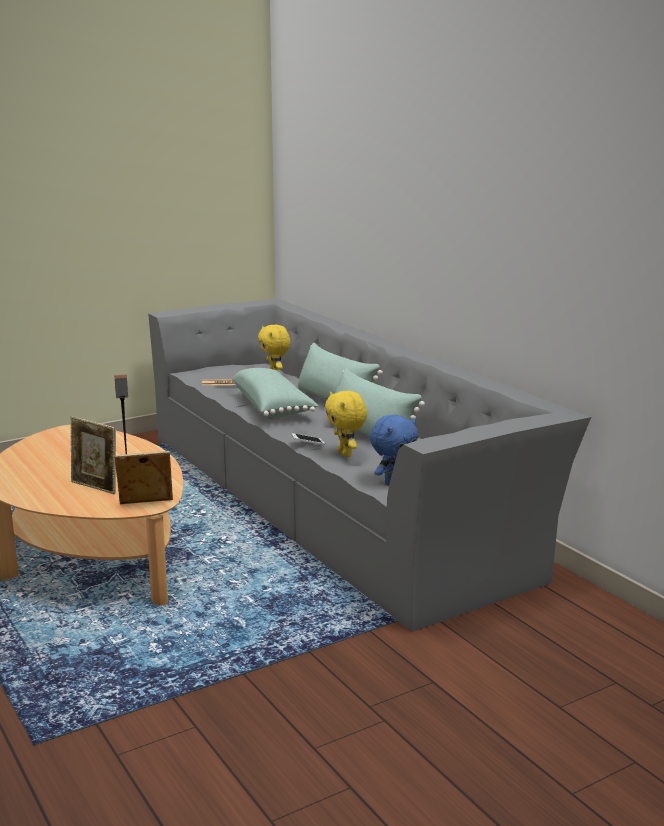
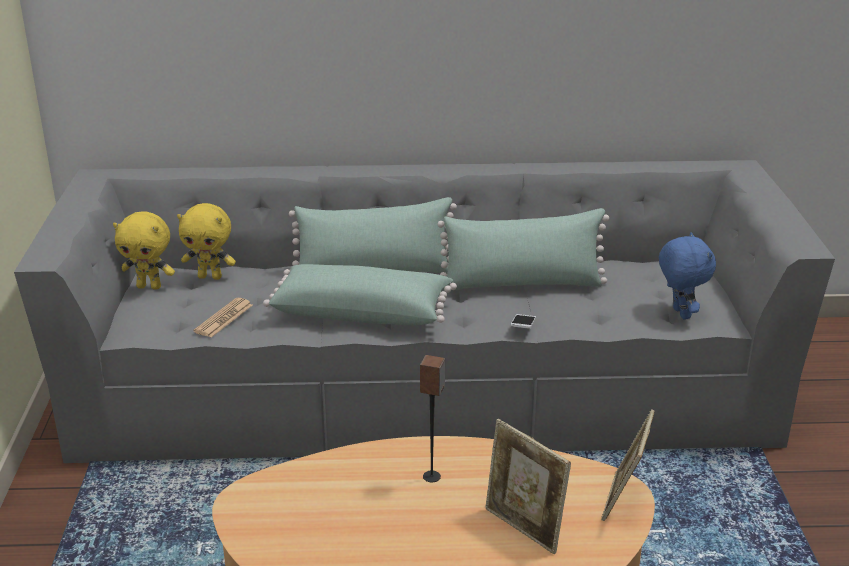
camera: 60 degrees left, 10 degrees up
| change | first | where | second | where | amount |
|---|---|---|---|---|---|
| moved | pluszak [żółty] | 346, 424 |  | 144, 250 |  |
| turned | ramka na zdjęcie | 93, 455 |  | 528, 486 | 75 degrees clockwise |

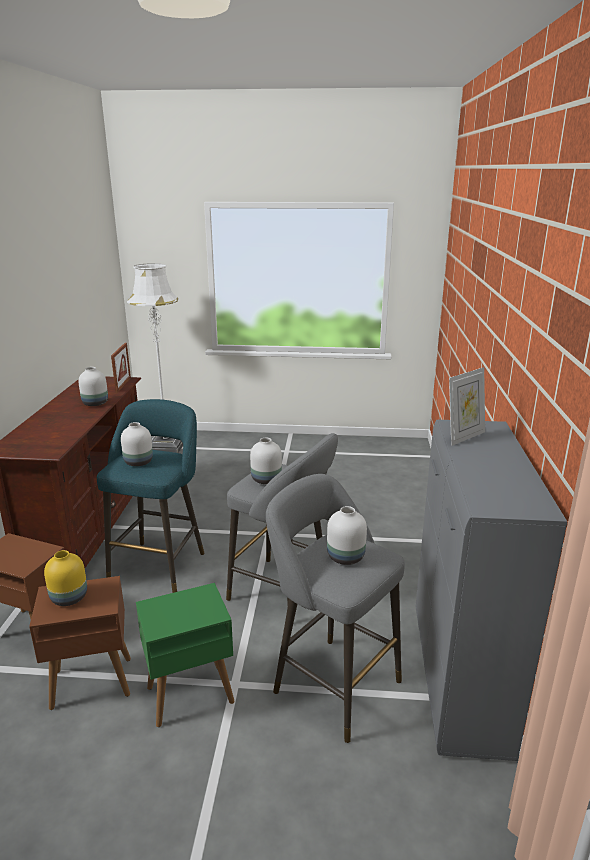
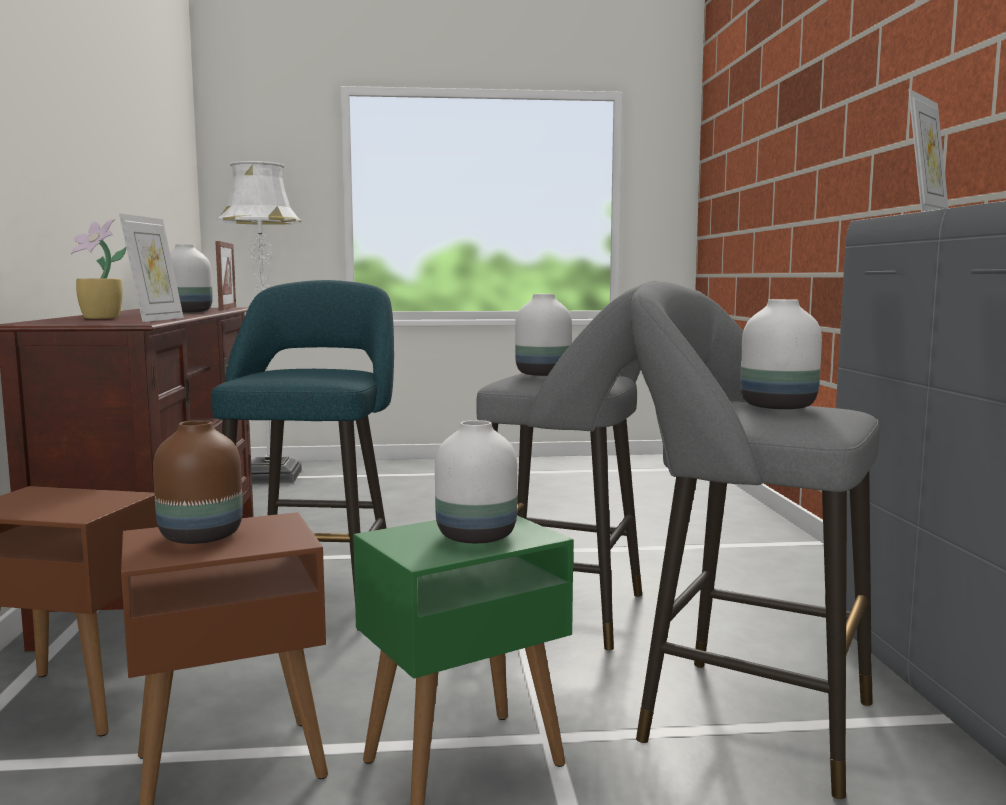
camera: 10 degrees left, 15 degrees down
| change | first | where | second | where | amount |
|---|---|---|---|---|---|
| moved | wazon [biały] | 137, 444 |  | 476, 481 |  |
| recoloured | wazon [żółty] | 65, 578 | wazon [brązowy] | 198, 482 |  |
| added |  |  | ramka na zdjęcie | 151, 267 |  |
| added |  |  | roślina doniczkowa | 98, 269 |  |

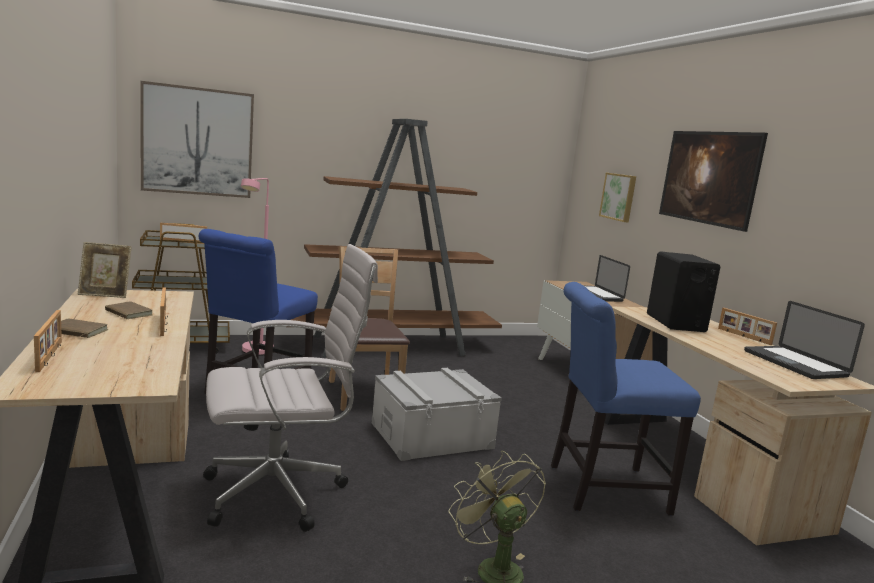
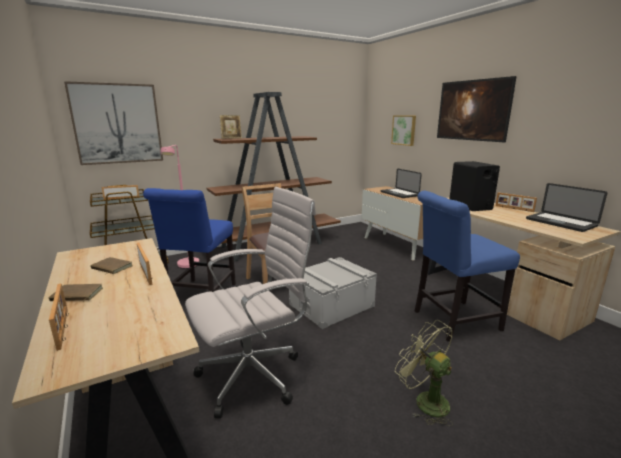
camera: 10 degrees left, 5 degrees up
| change | first | where | second | where | amount |
|---|---|---|---|---|---|
| moved | ramka na zdjęcie | 105, 270 |  | 231, 127 |  |

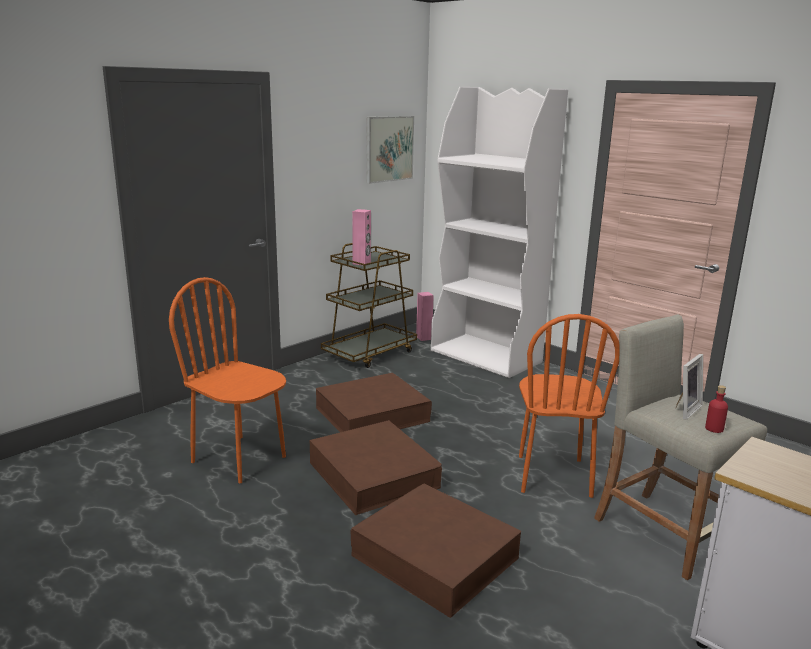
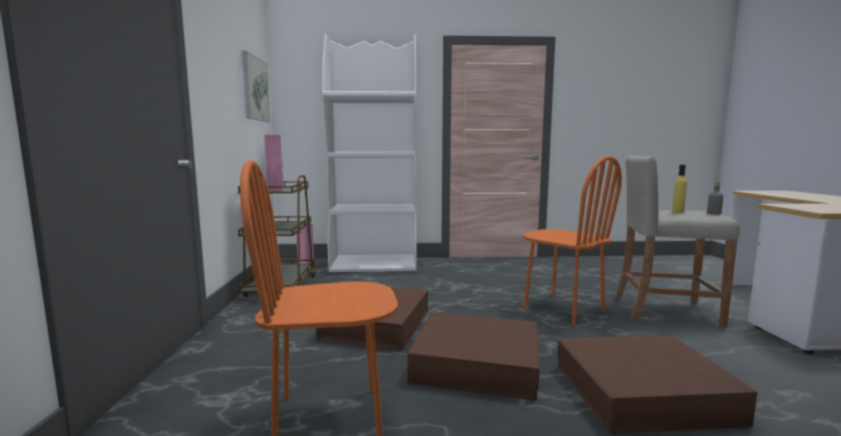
camera: 45 degrees left, 10 degrees down
| change | first | where | second | where | amount |
|---|---|---|---|---|---|
| replaced | ramka na zdjęcie | 689, 387 | butelka [żółty] | 679, 189 |  |
| recoloured | butelka [czerwony] | 716, 409 | butelka [szary] | 715, 198 |  |

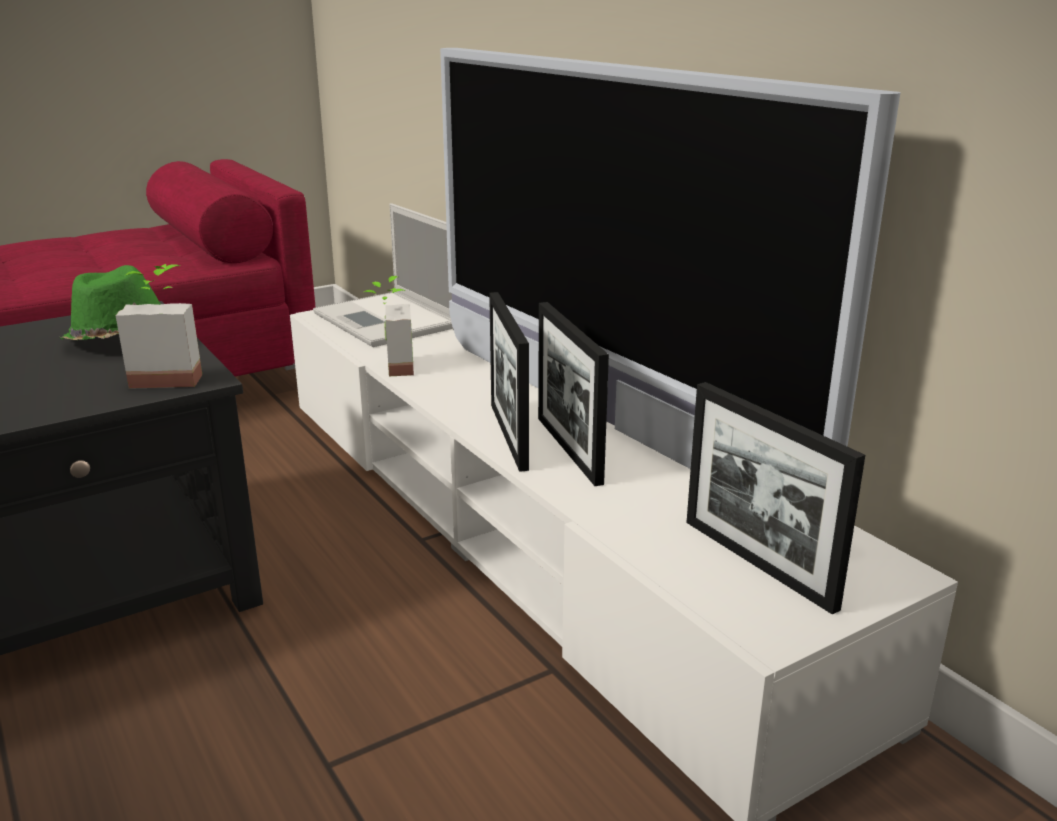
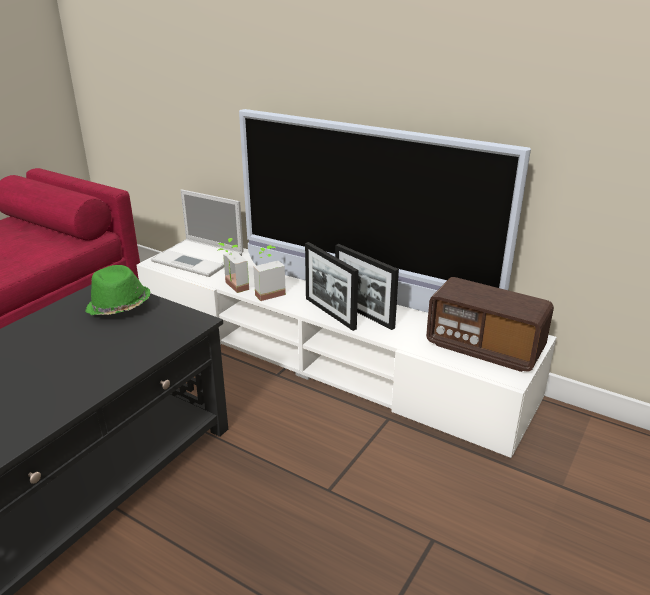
camera: 25 degrees left, 5 degrees up
| change | first | where | second | where | amount |
|---|---|---|---|---|---|
| moved | roślina doniczkowa | 159, 326 |  | 269, 273 |  |
| replaced | ramka na zdjęcie | 775, 498 | radio | 490, 324 |  |

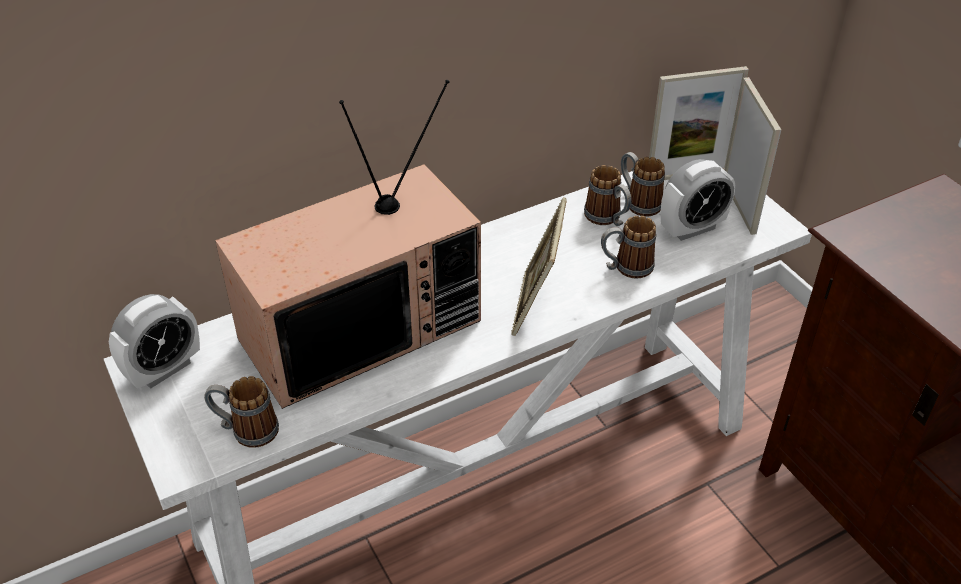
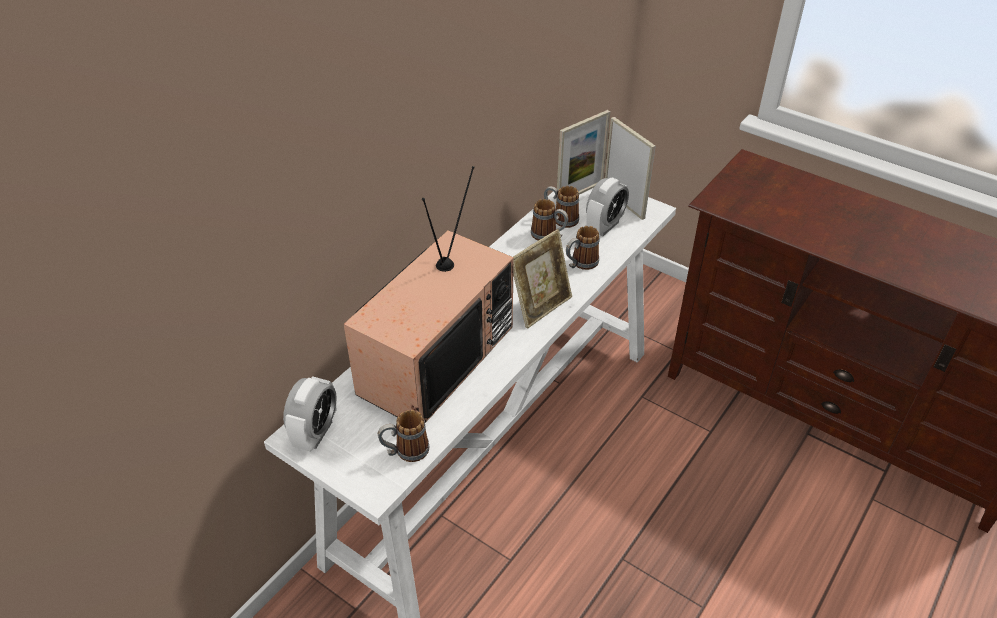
camera: 25 degrees left, 0 degrees up
| change | first | where | second | where | amount |
|---|---|---|---|---|---|
| turned | ramka na zdjęcie | 539, 266 |  | 542, 279 | 120 degrees counterclockwise |

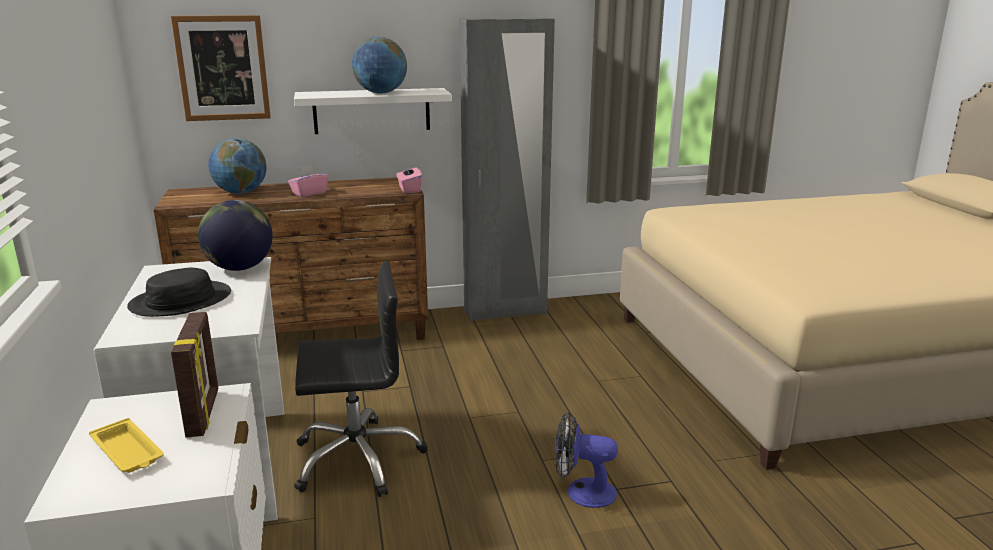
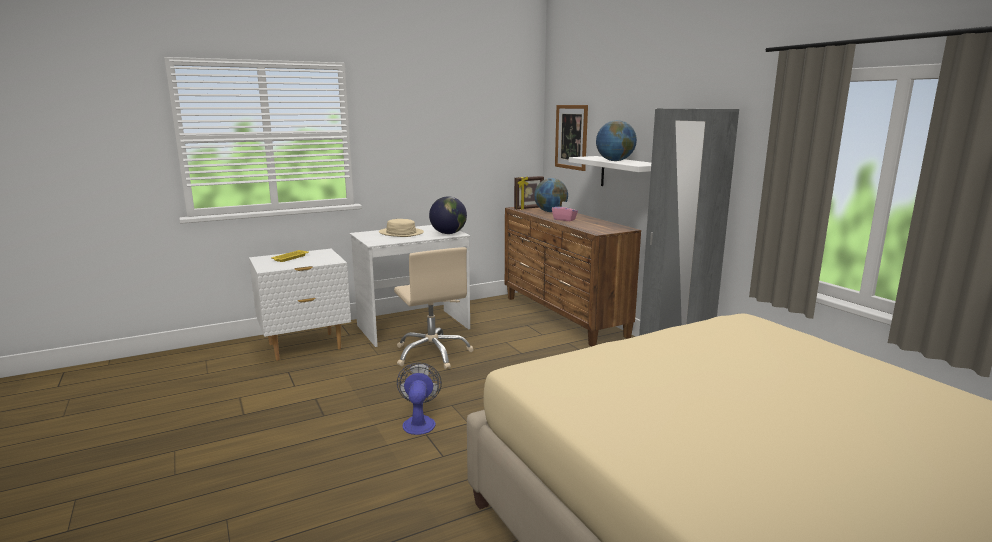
camera: 75 degrees right, 5 degrees down
| change | first | where | second | where | amount |
|---|---|---|---|---|---|
| removed | pudełko chusteczek [różowy] | 409, 177 |  |  |  |
| recoloured | krzesło biurowe [czarny] | 361, 379 | krzesło biurowe [beżowy] | 434, 308 |  |
| recoloured | kapelusz [czarny] | 179, 292 | kapelusz [beżowy] | 401, 228 |  |
| moved | ramka na zdjęcie | 194, 375 |  | 529, 193 |  |

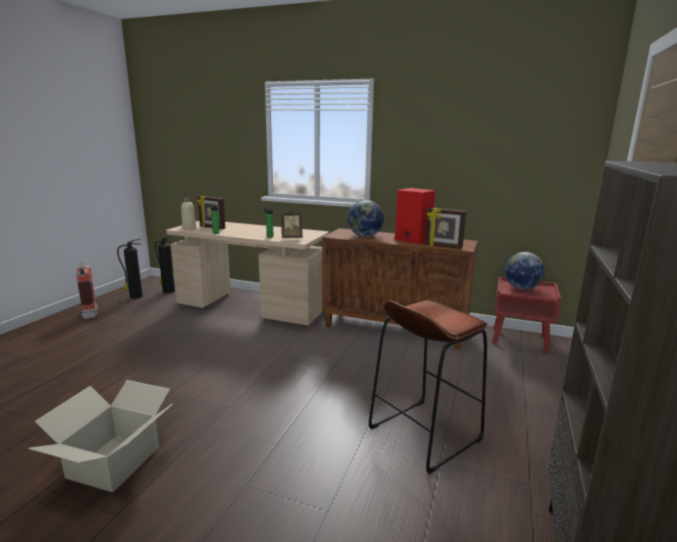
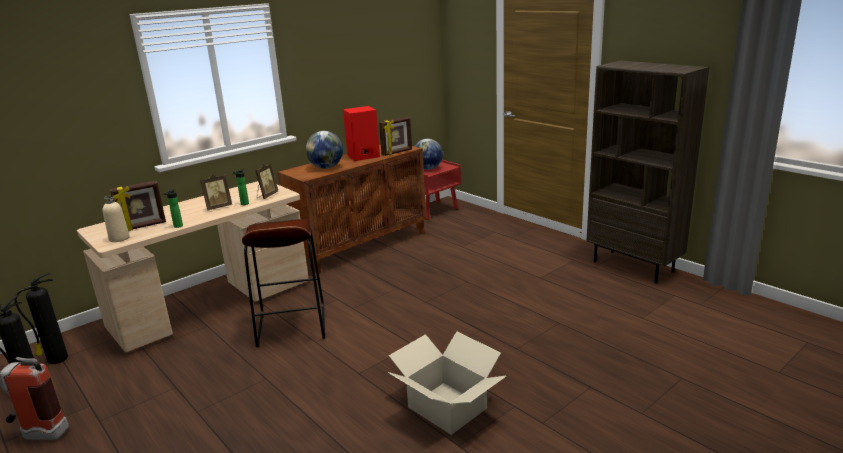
camera: 60 degrees left, 5 degrees up
| change | first | where | second | where | amount |
|---|---|---|---|---|---|
| moved | stołek [brązowy] | 428, 387 |  | 283, 283 |  |
| added |  |  | ramka na zdjęcie | 216, 192 |  |

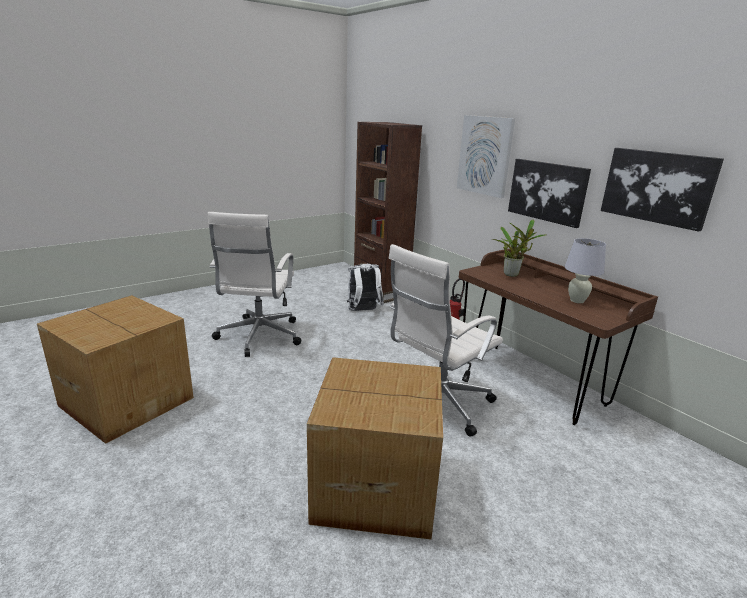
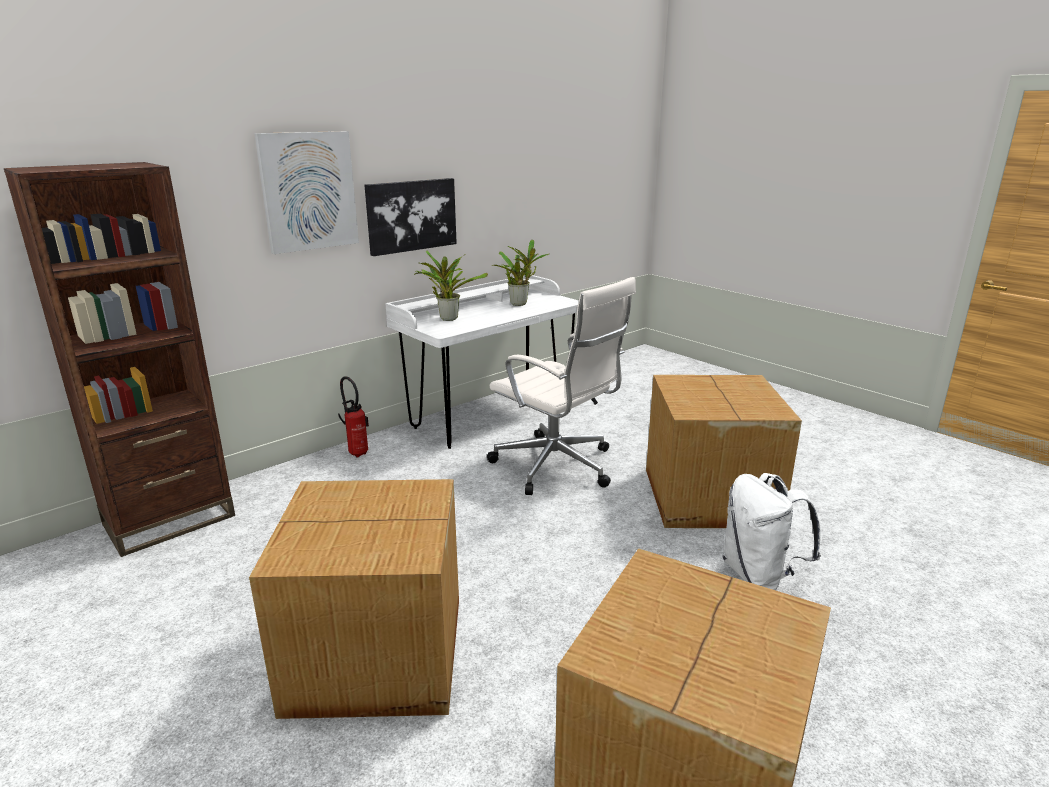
camera: 95 degrees left, 0 degrees up
| change | first | where | second | where | amount |
|---|---|---|---|---|---|
| removed | obraz | 662, 190 |  |  |  |
| replaced | krzesło biurowe [biały] | 254, 284 | karton | 354, 599 |  |
| replaced | lampa stołowa [biały] | 585, 270 | roślina doniczkowa | 520, 273 |  |
| recoloured | biurko [brązowy] | 558, 337 | biurko [biały] | 482, 362 |  |
| moved | plecak [biały] | 365, 287 |  | 772, 532 |  |

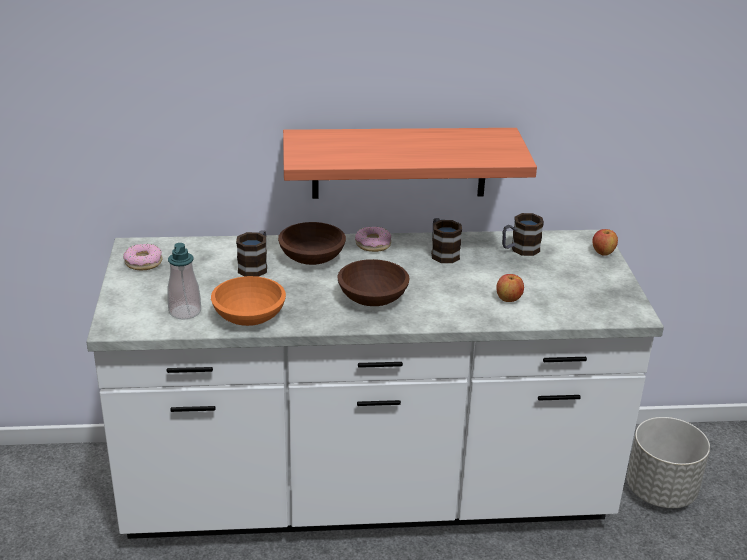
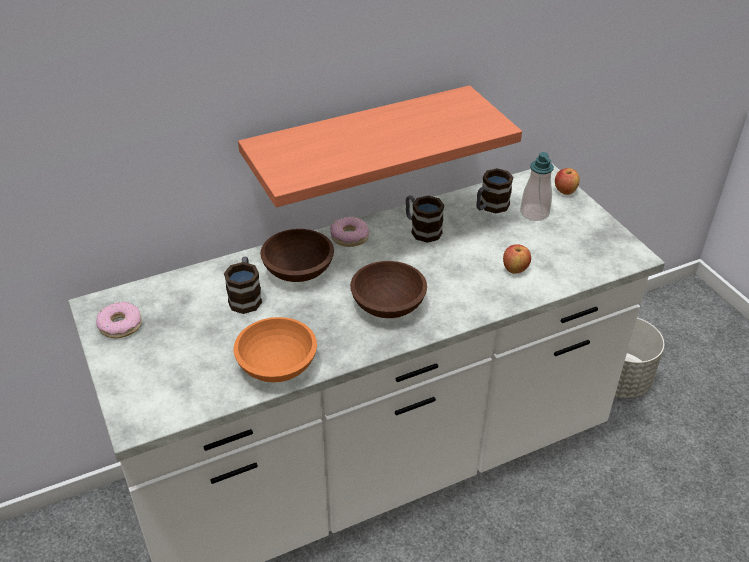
camera: 20 degrees left, 10 degrees up
| change | first | where | second | where | amount |
|---|---|---|---|---|---|
| moved | dozownik mydła | 184, 281 |  | 537, 186 |  |

